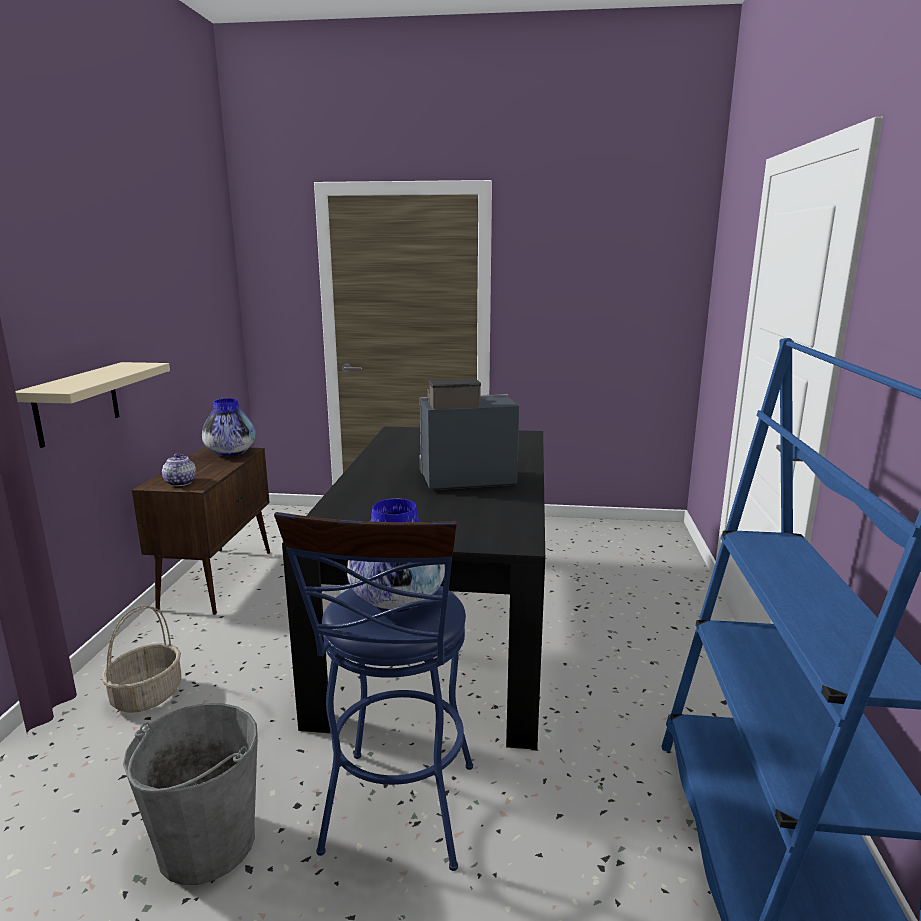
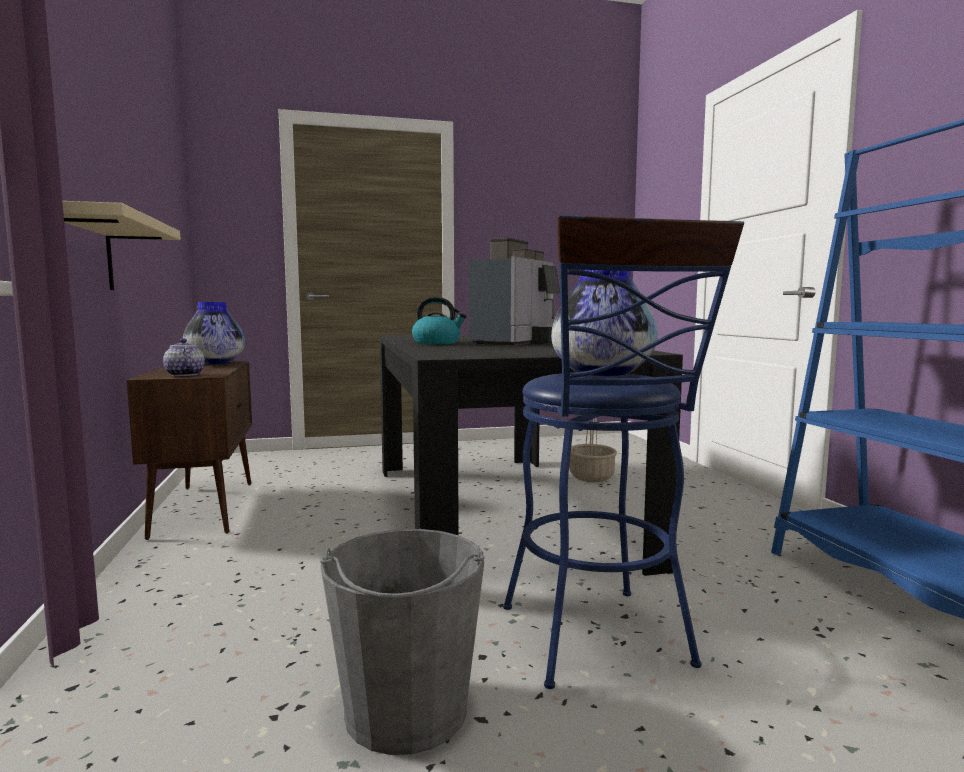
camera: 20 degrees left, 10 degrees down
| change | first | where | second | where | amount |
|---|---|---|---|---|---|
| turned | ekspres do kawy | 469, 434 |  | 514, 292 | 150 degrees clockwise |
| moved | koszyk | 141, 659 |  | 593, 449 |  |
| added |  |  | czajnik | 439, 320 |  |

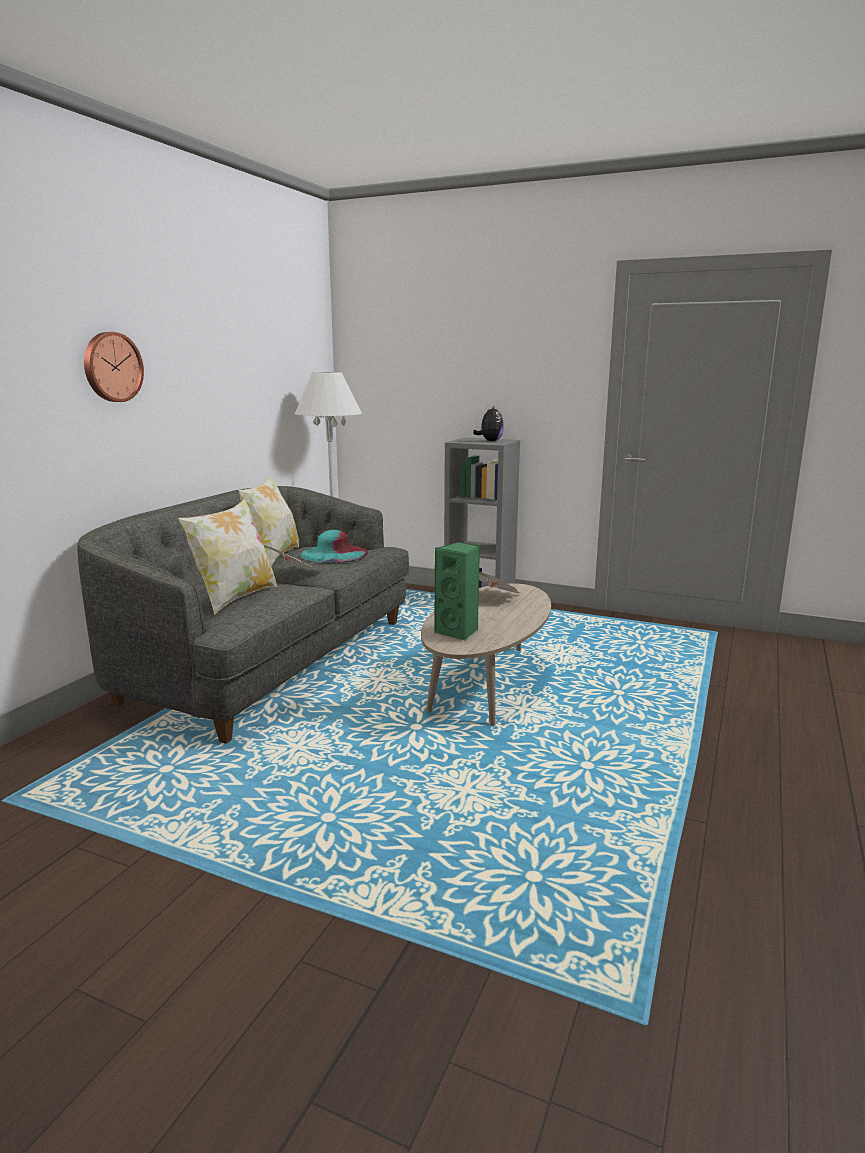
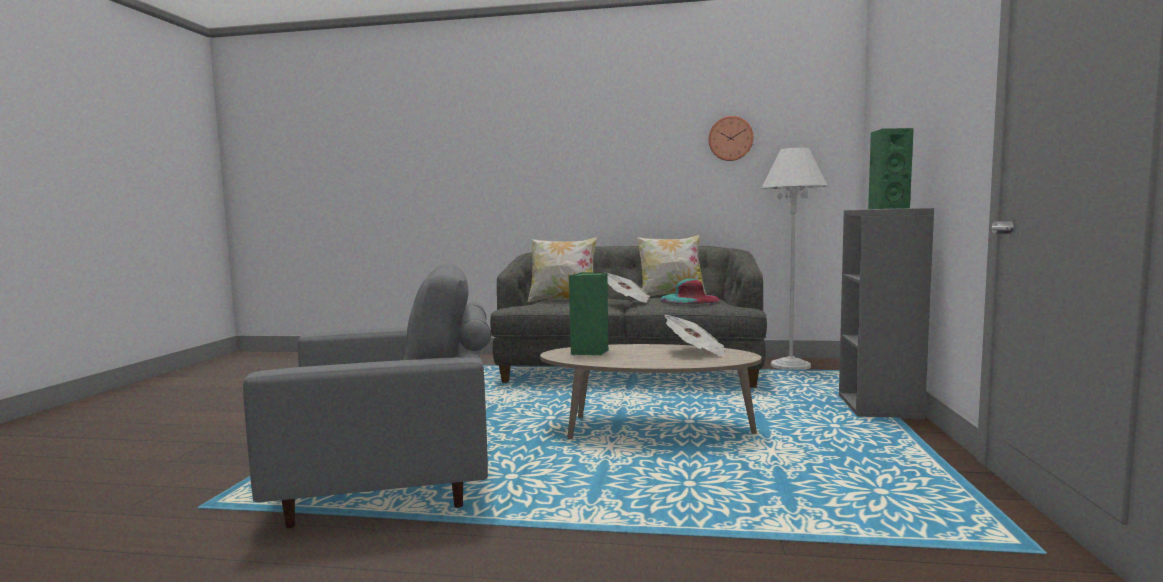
camera: 75 degrees right, 10 degrees down
| change | first | where | second | where | amount |
|---|---|---|---|---|---|
| moved | zegar ścienny | 114, 367 |  | 731, 138 |  |
| replaced | pluszak | 488, 423 | głośnik [zielony] | 891, 168 |  |
| added |  |  | fotel [szary] | 367, 396 |  |

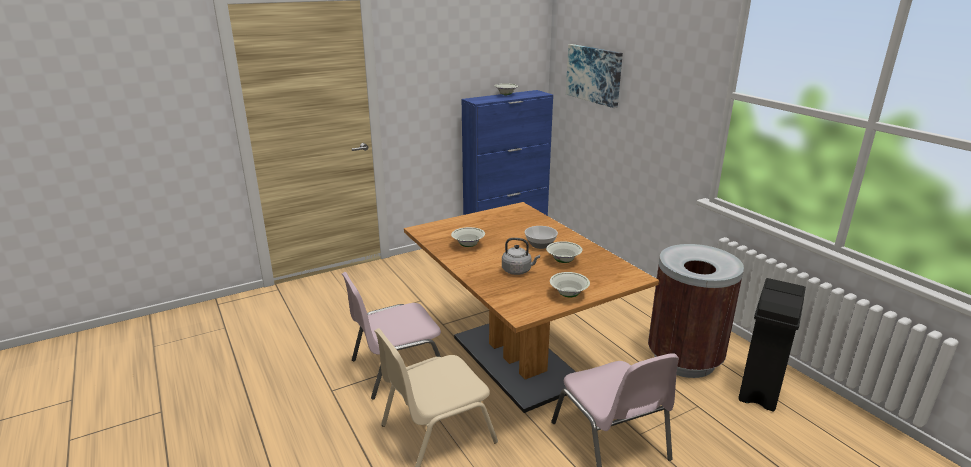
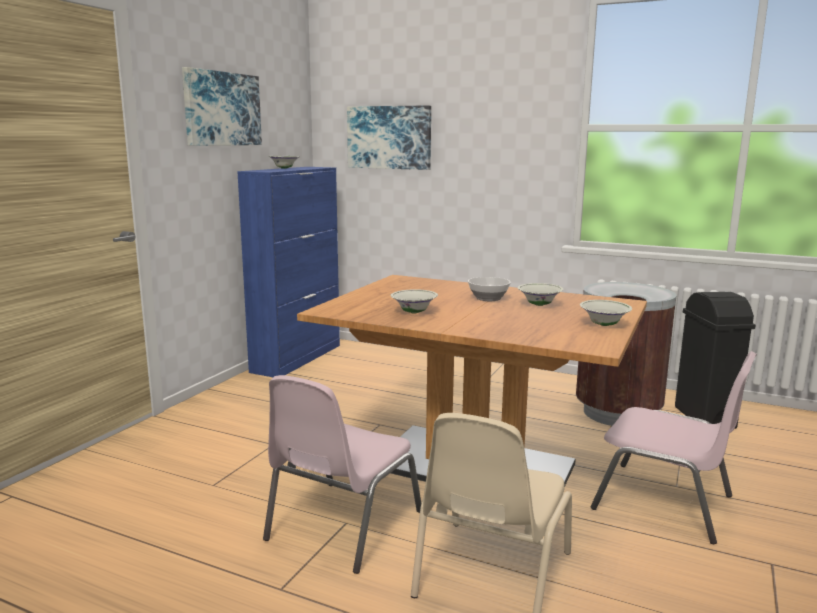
camera: 35 degrees left, 10 degrees down
| change | first | where | second | where | amount |
|---|---|---|---|---|---|
| removed | czajnik [szary] | 521, 256 |  |  |  |
| added |  |  | obraz | 222, 106 |  |

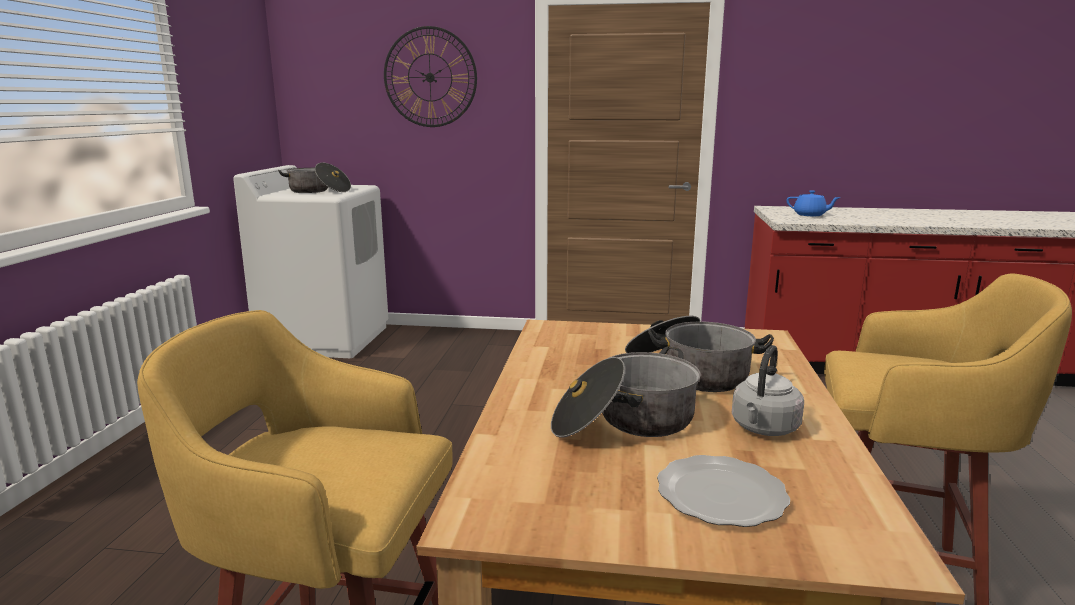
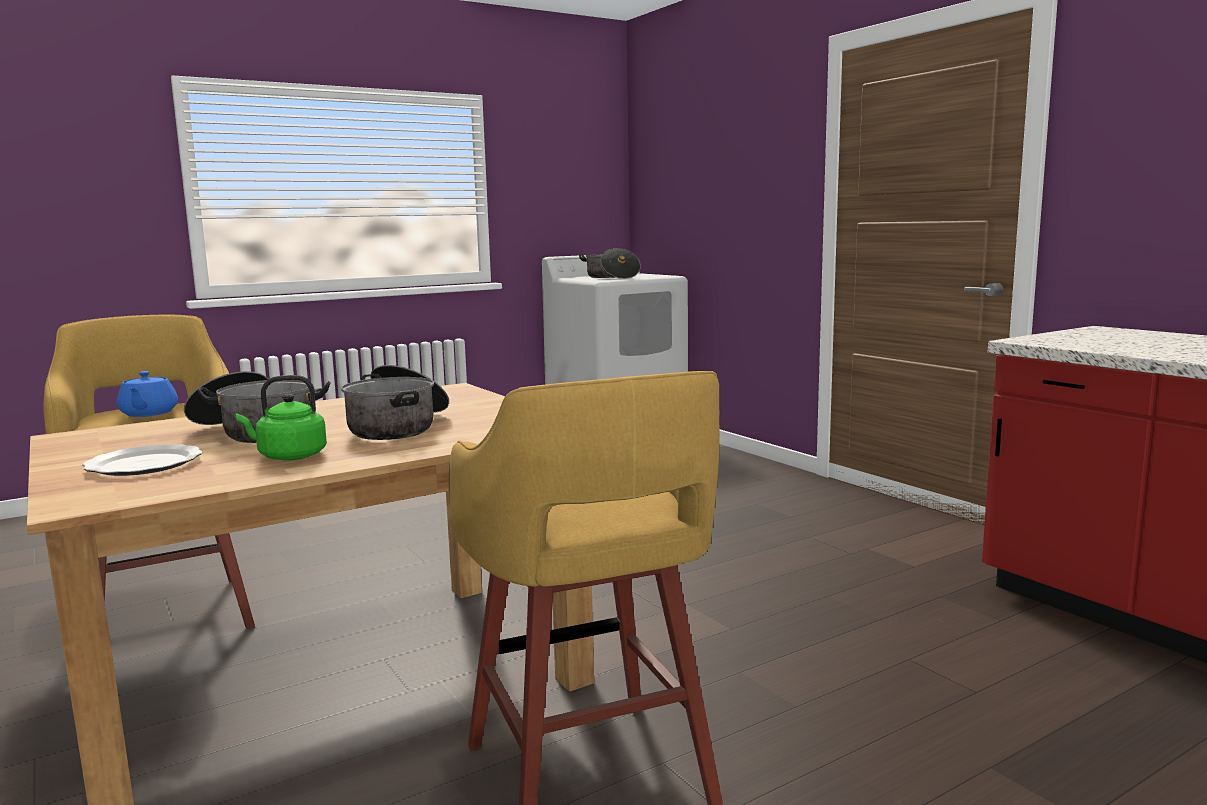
camera: 50 degrees right, 5 degrees down
| change | first | where | second | where | amount |
|---|---|---|---|---|---|
| removed | zegar ścienny | 430, 76 |  |  |  |
| moved | imbryk [niebieski] | 813, 203 |  | 147, 394 |  |
| recoloured | czajnik [szary] | 768, 390 | czajnik [zielony] | 281, 418 |  |

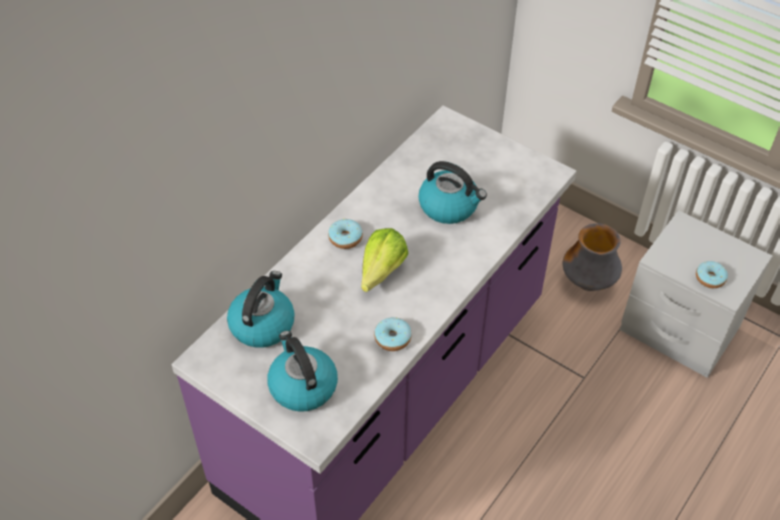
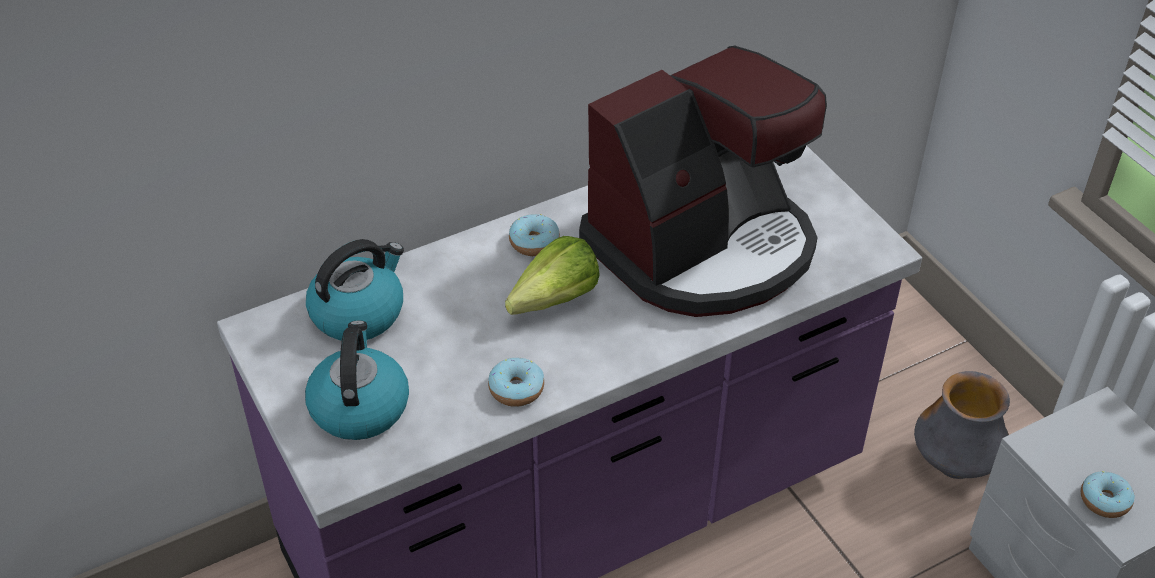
camera: 25 degrees right, 5 degrees down
| change | first | where | second | where | amount |
|---|---|---|---|---|---|
| replaced | czajnik | 453, 192 | ekspres do kawy | 703, 181 |  |

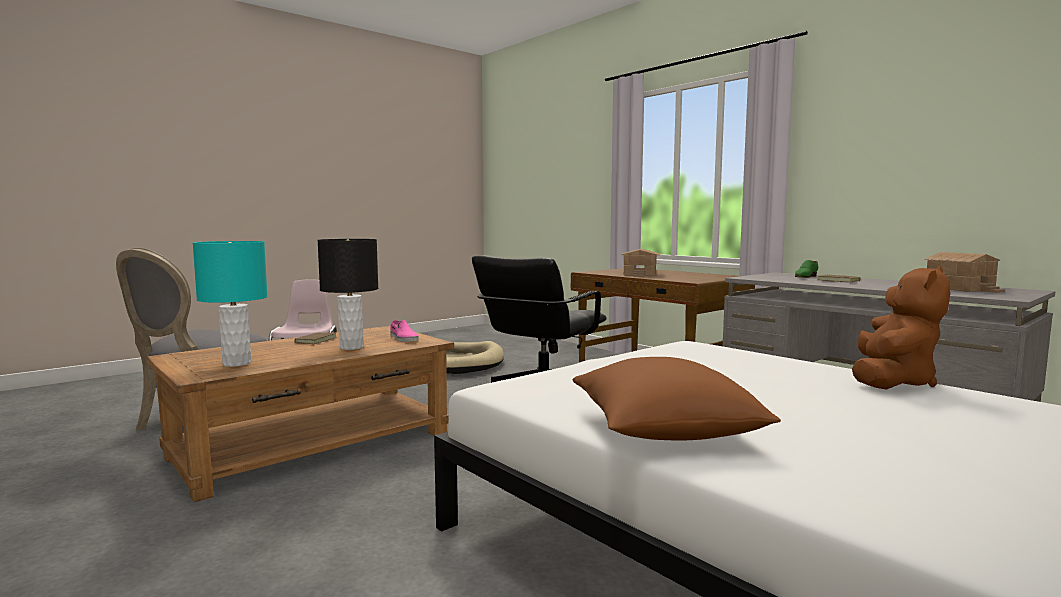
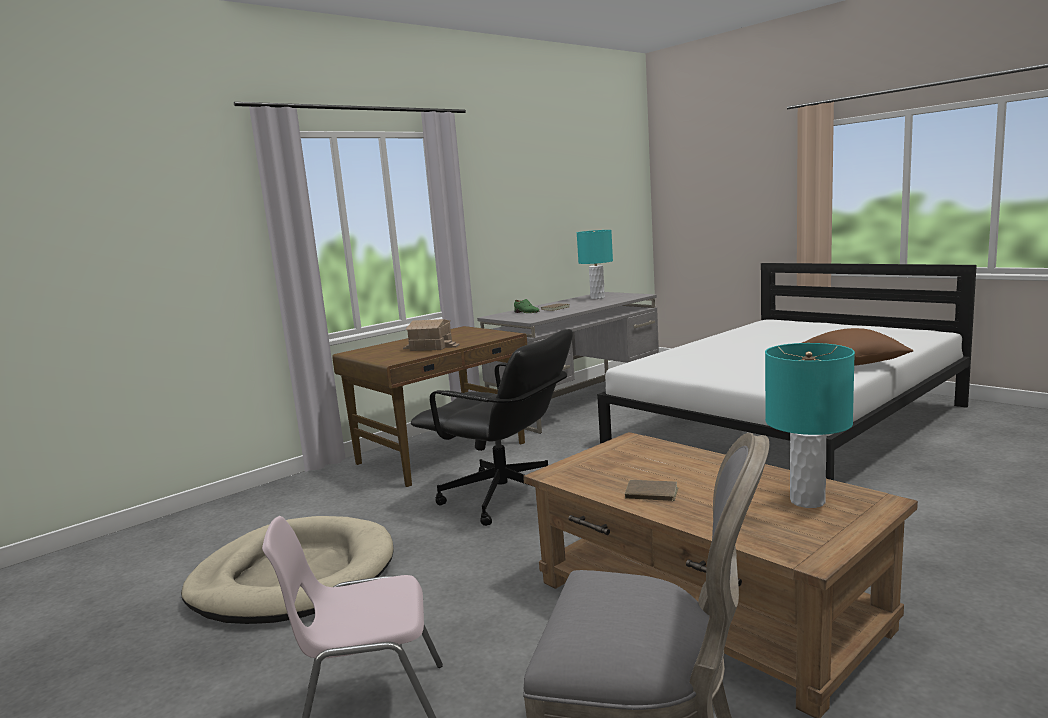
camera: 90 degrees left, 5 degrees up
| change | first | where | second | where | amount |
|---|---|---|---|---|---|
| removed | lampa stołowa [czarny] | 347, 294 |  |  |  |
| replaced | domek | 964, 272 | lampa stołowa [turkusowy] | 595, 264 |  |
| removed | pluszak [brązowy] | 901, 328 |  |  |  |
| removed | but [różowy] | 404, 331 |  |  |  |

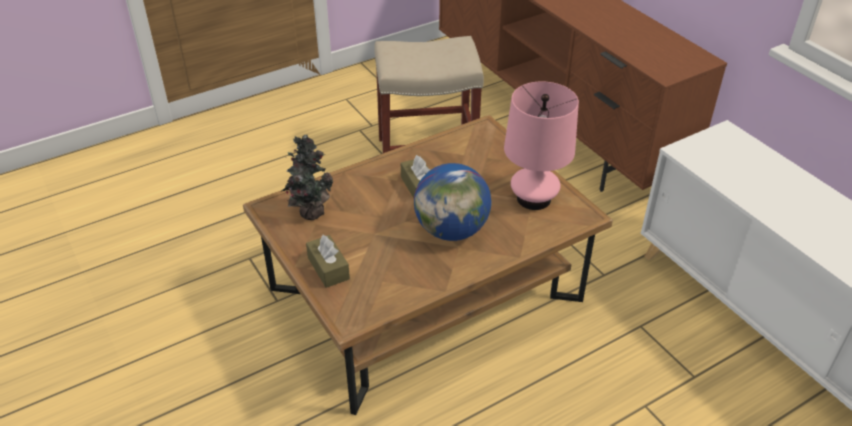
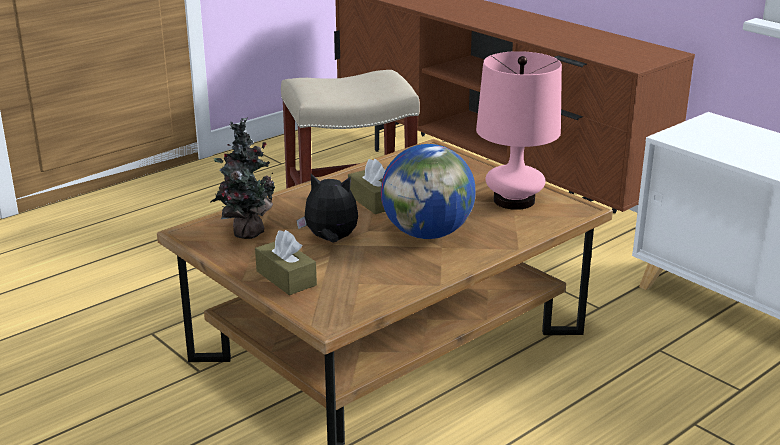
camera: 10 degrees left, 15 degrees down
| change | first | where | second | where | amount |
|---|---|---|---|---|---|
| added |  |  | pluszak | 327, 208 |  |

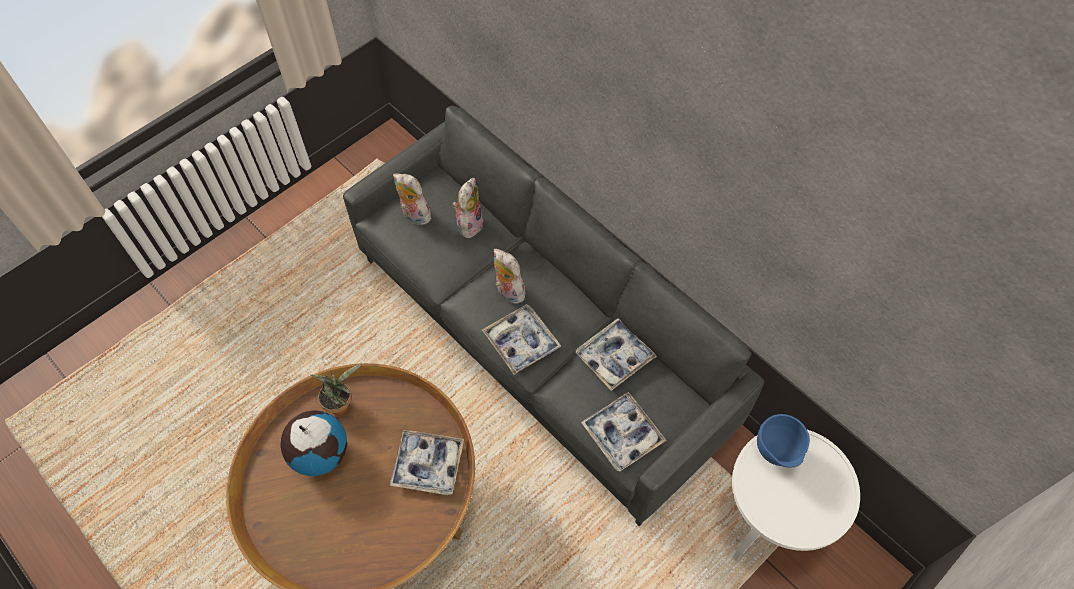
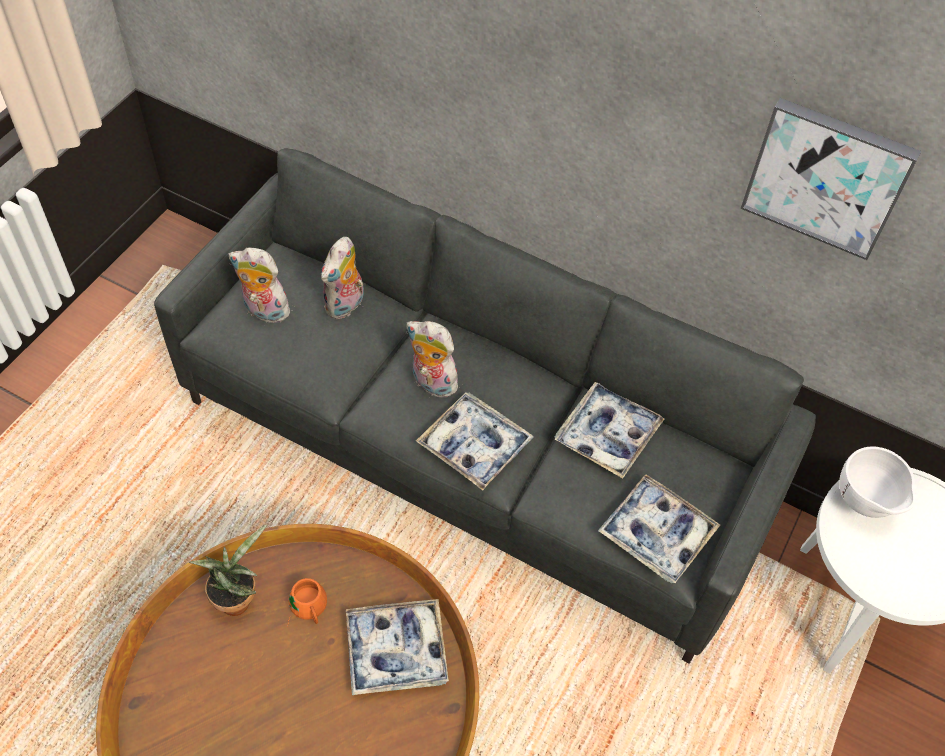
camera: 20 degrees left, 5 degrees down
| change | first | where | second | where | amount |
|---|---|---|---|---|---|
| turned | pluszak | 468, 208 |  | 342, 278 | 150 degrees counterclockwise |
| removed | globus | 313, 443 |  |  |  |
| recoloured | miska [niebieski] | 783, 441 | miska [biały] | 877, 482 |  |
| added |  |  | obraz | 830, 179 |  |
| added |  |  | kubek [pomarańczowy] | 307, 602 |  |

